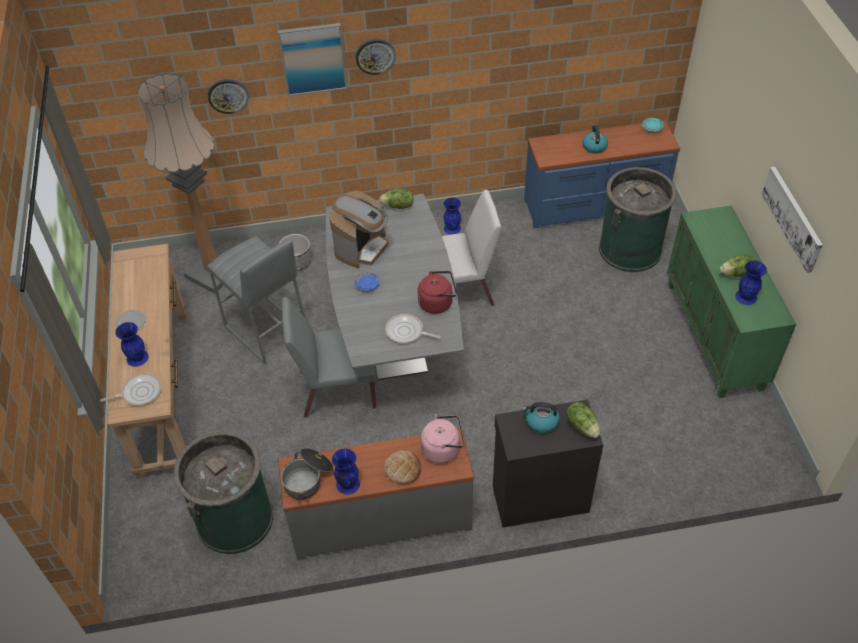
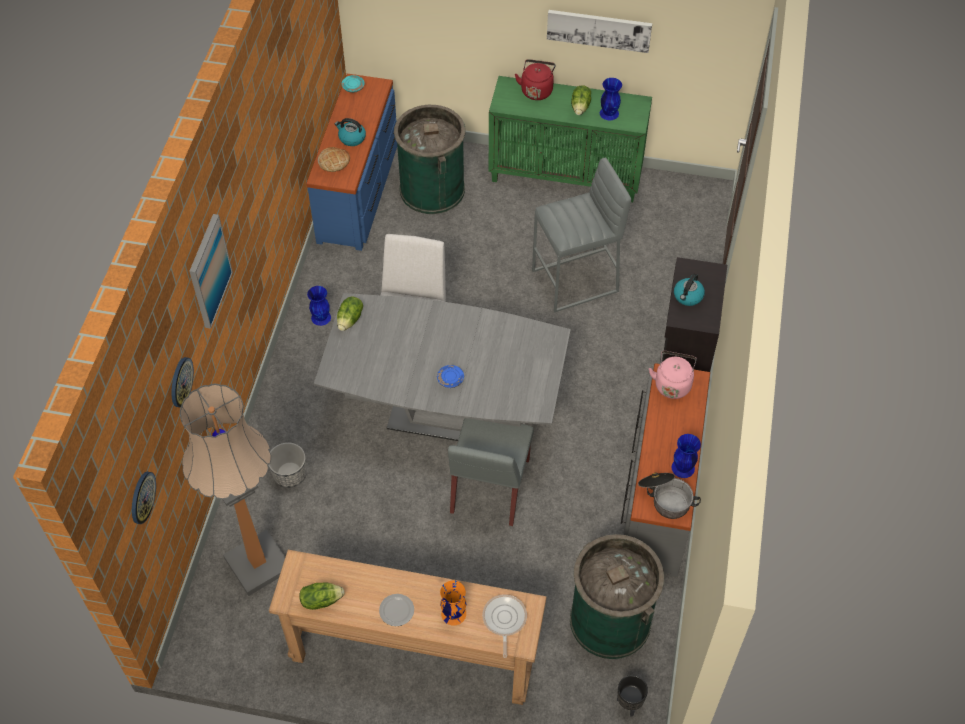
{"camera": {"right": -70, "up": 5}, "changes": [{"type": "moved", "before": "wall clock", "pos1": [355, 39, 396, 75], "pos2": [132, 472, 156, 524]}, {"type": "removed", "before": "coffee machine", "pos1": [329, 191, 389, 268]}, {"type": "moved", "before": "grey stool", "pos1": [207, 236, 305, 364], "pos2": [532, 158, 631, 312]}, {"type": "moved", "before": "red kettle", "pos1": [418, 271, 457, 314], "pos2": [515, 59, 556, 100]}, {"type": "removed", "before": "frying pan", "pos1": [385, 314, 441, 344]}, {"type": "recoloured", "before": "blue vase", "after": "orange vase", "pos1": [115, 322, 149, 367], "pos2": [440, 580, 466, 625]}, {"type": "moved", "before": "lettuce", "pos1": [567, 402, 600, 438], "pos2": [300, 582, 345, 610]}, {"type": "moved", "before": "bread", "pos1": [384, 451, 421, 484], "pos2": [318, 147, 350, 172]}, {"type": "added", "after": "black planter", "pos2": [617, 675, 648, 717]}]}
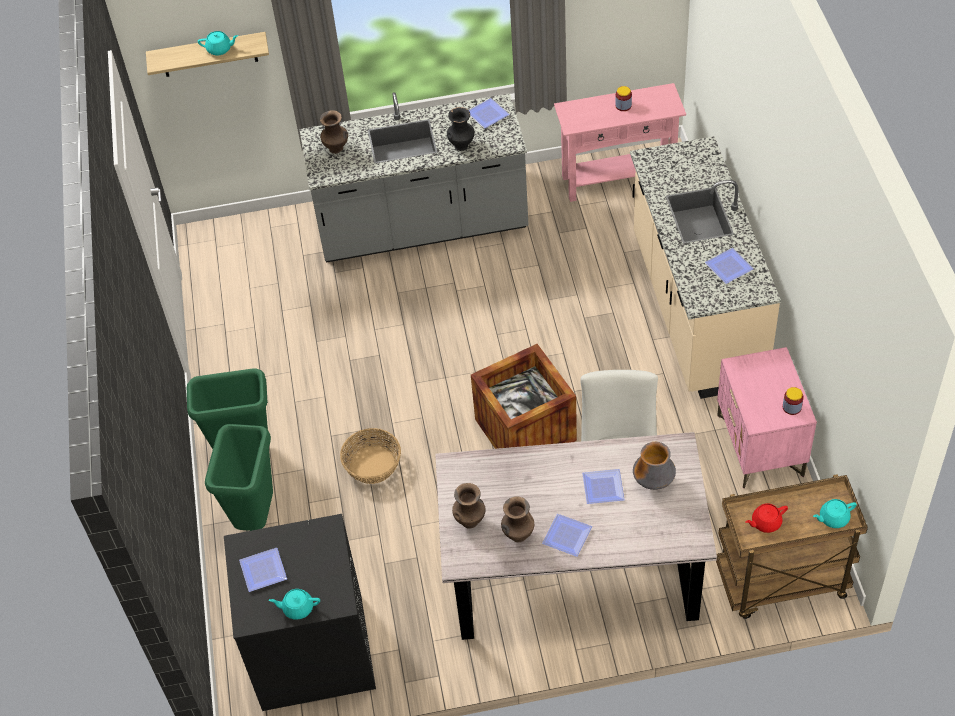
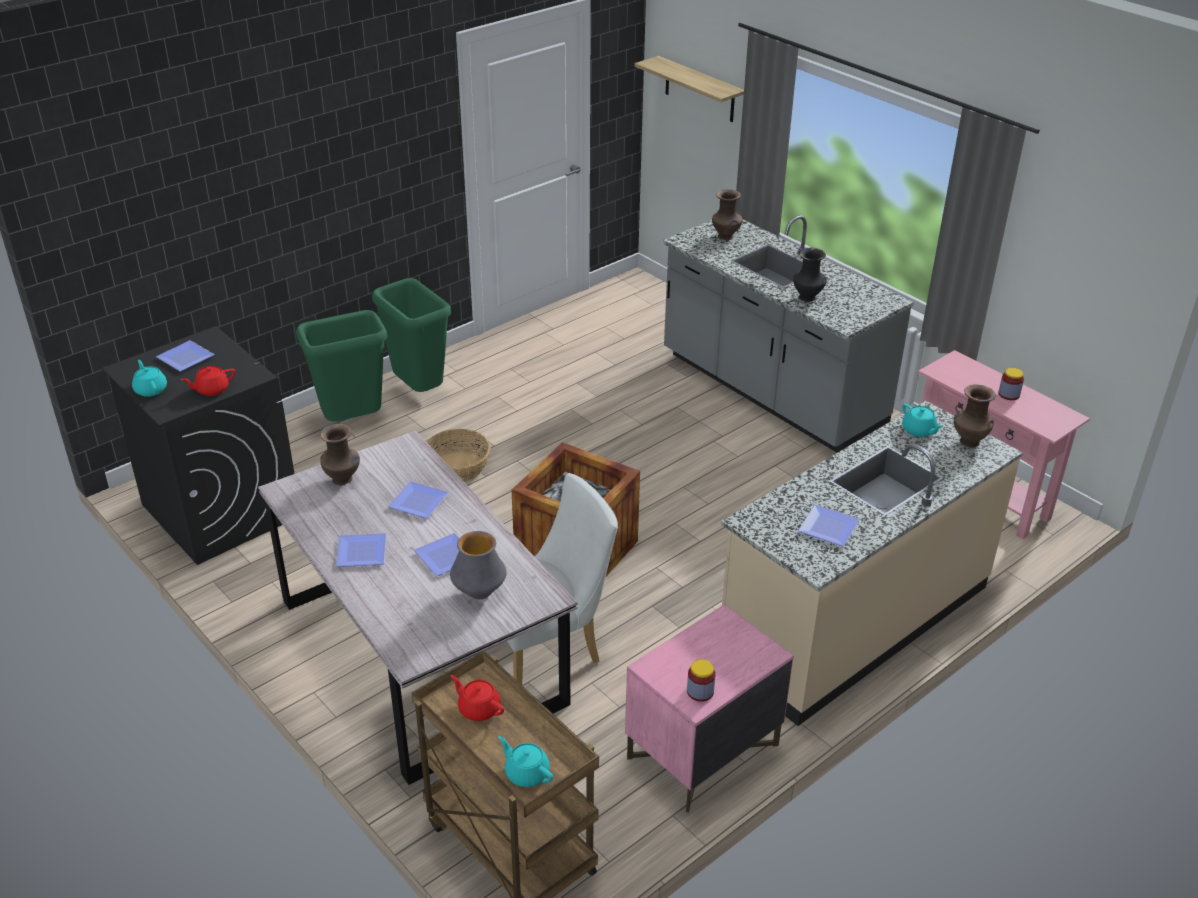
{"camera": {"right": 55, "up": -15}, "changes": [{"type": "moved", "before": "turquoise teapot", "pos1": [198, 31, 238, 55], "pos2": [902, 404, 943, 437]}, {"type": "moved", "before": "plate", "pos1": [469, 98, 510, 128], "pos2": [388, 481, 449, 519]}, {"type": "moved", "before": "brown vase", "pos1": [501, 496, 534, 542], "pos2": [954, 385, 996, 447]}, {"type": "added", "after": "red teapot", "pos2": [181, 366, 235, 396]}]}
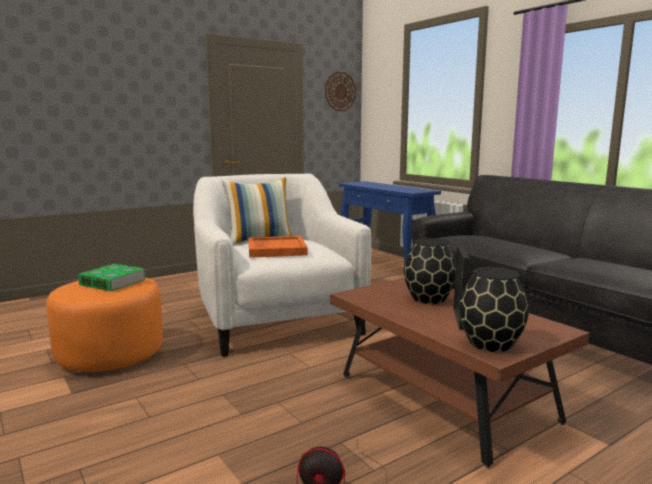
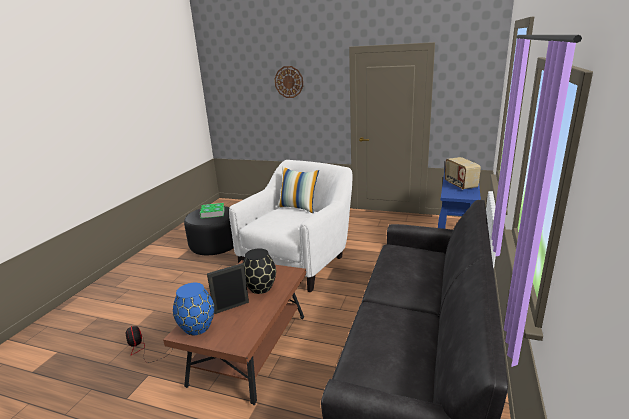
{"camera": {"right": 55, "up": 10}, "changes": [{"type": "moved", "before": "wall clock", "pos1": [325, 72, 356, 111], "pos2": [274, 66, 303, 98]}, {"type": "removed", "before": "orange tray", "pos1": [248, 236, 308, 258]}, {"type": "recoloured", "before": "black vase", "after": "blue vase", "pos1": [459, 267, 529, 352], "pos2": [173, 283, 215, 335]}, {"type": "recoloured", "before": "orange ottoman", "after": "black ottoman", "pos1": [46, 278, 163, 372], "pos2": [184, 206, 234, 255]}, {"type": "added", "after": "radio", "pos2": [445, 157, 481, 190]}]}
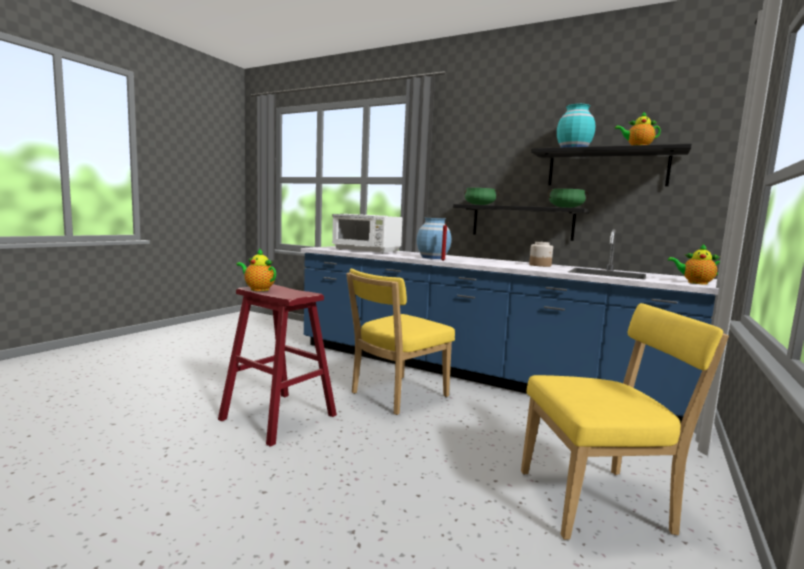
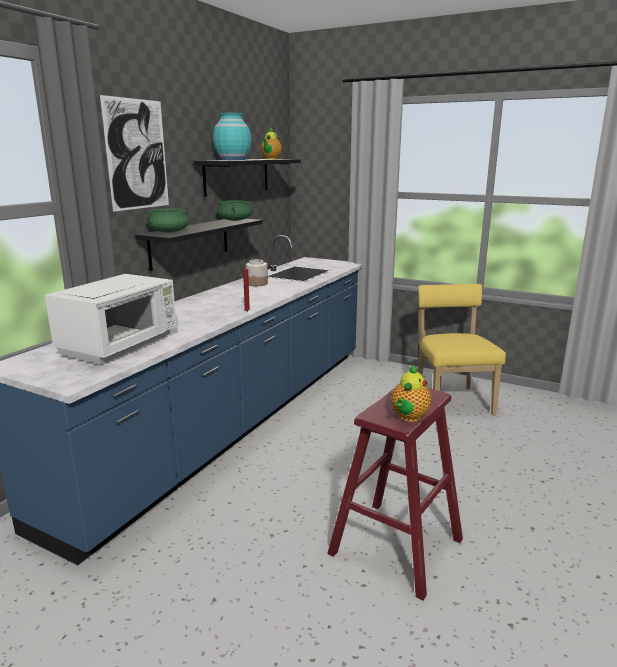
{"camera": {"right": -90, "up": 10}, "changes": [{"type": "removed", "before": "blue vase", "pos1": [417, 218, 451, 259]}, {"type": "removed", "before": "teapot", "pos1": [668, 243, 721, 285]}, {"type": "removed", "before": "yellow chair", "pos1": [346, 269, 455, 415]}, {"type": "added", "after": "picture", "pos2": [100, 95, 169, 212]}]}
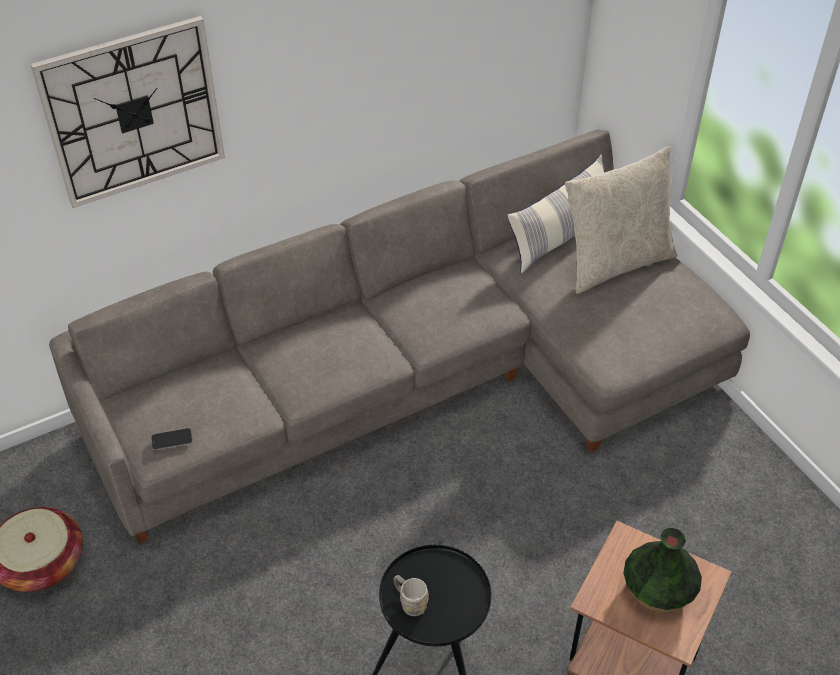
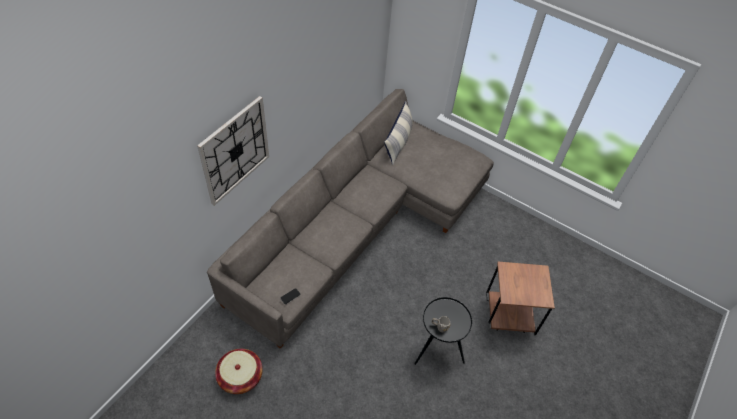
{"camera": {"right": -30, "up": 5}, "changes": [{"type": "removed", "before": "beige pillow", "pos1": [565, 146, 677, 294]}, {"type": "removed", "before": "vase", "pos1": [623, 528, 702, 613]}]}
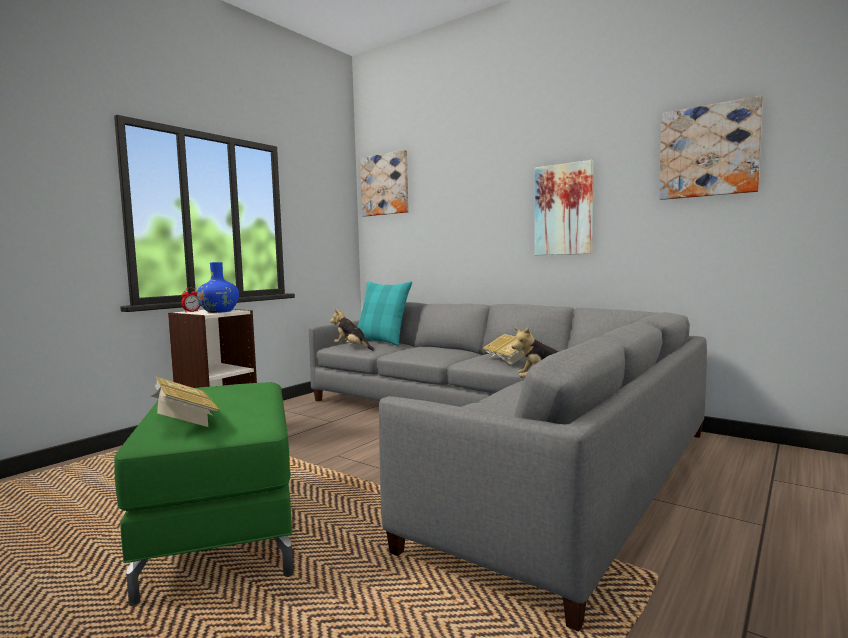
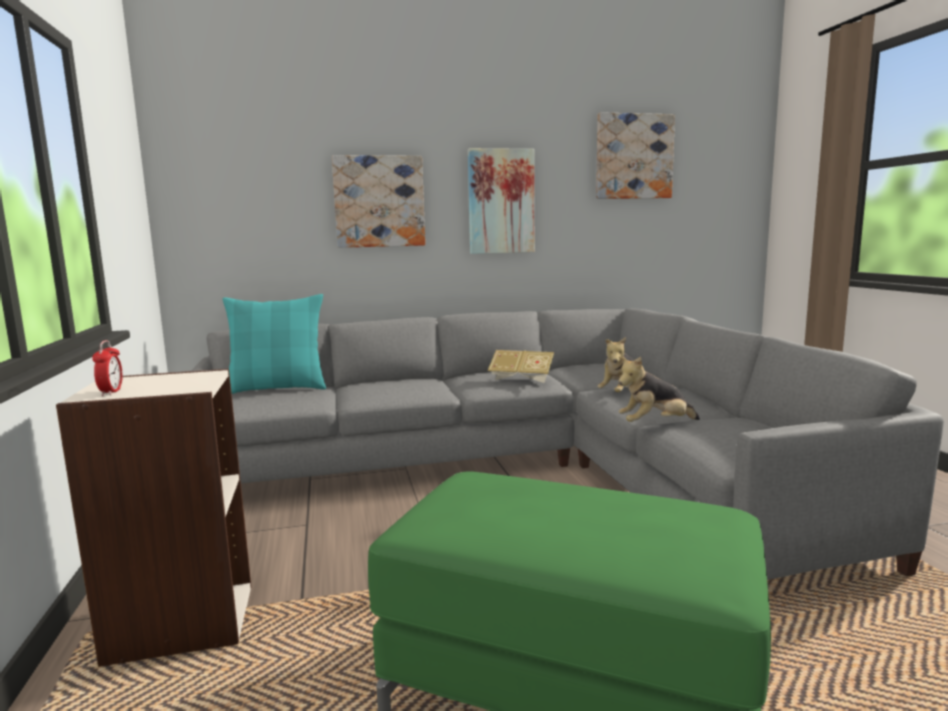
{"camera": {"right": -50, "up": 5}, "changes": [{"type": "moved", "before": "picture", "pos1": [360, 150, 409, 217], "pos2": [332, 155, 425, 248]}, {"type": "removed", "before": "blue vase", "pos1": [197, 262, 239, 313]}, {"type": "moved", "before": "plush toy", "pos1": [330, 309, 375, 350], "pos2": [618, 356, 700, 422]}, {"type": "removed", "before": "book", "pos1": [151, 377, 220, 427]}]}
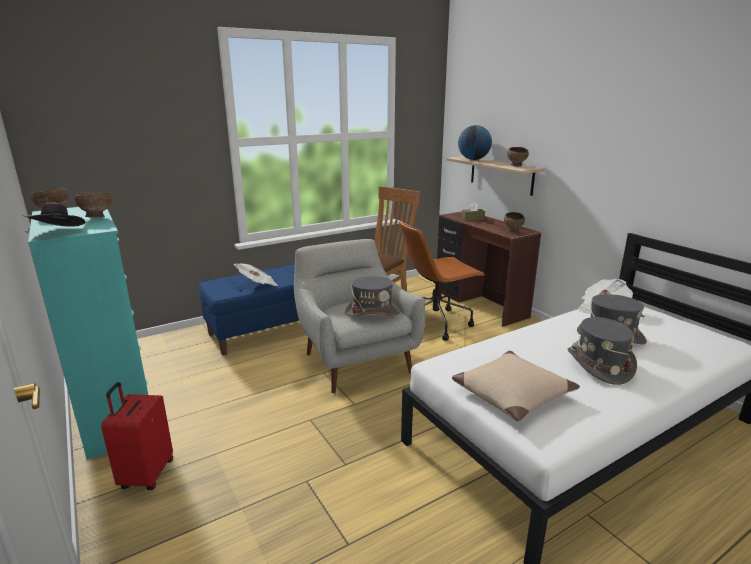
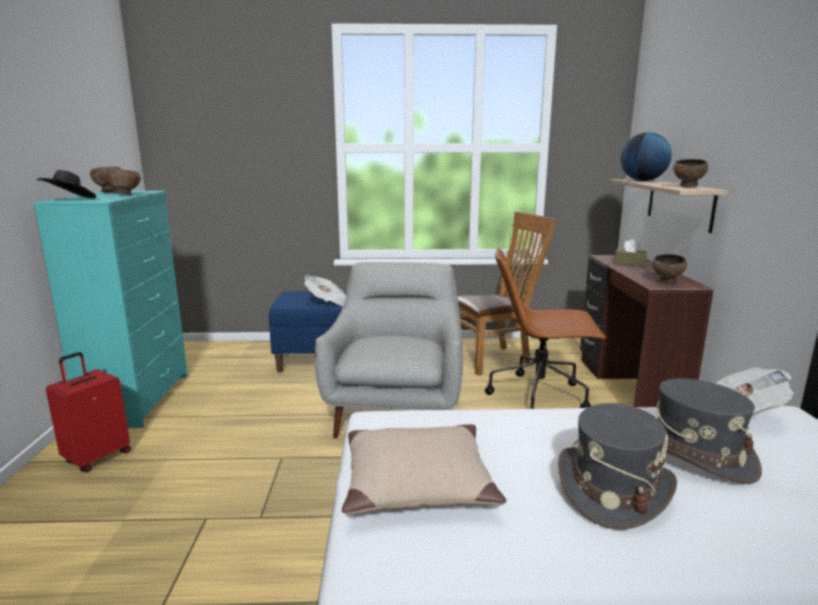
{"camera": {"right": 30, "up": -5}, "changes": [{"type": "removed", "before": "grey hat", "pos1": [345, 276, 400, 316]}]}
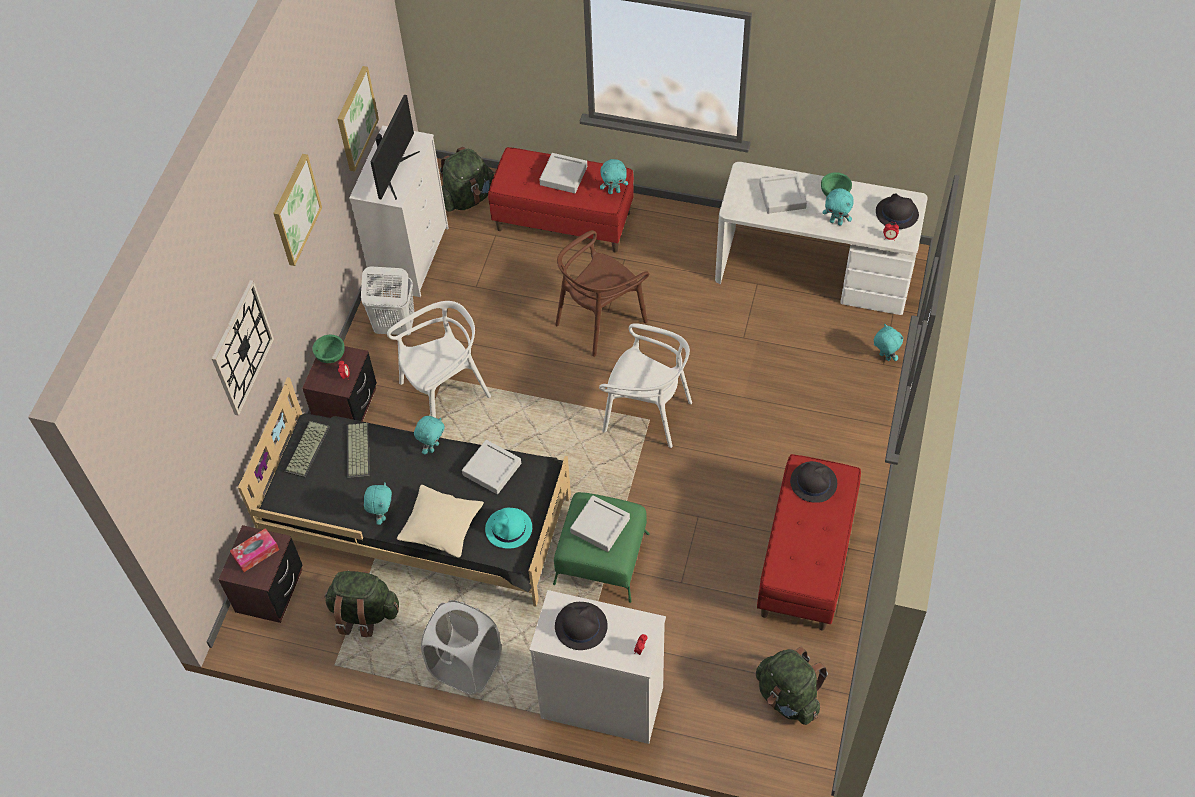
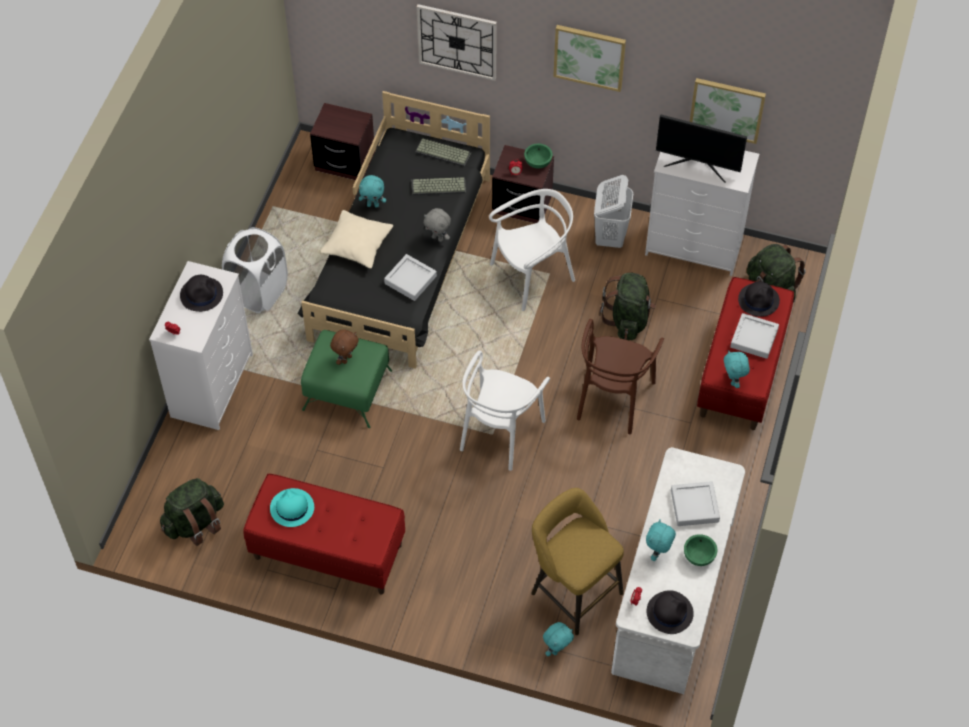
{"camera": {"right": 90, "up": 0}, "changes": [{"type": "turned", "before": "brown chair", "pos1": [555, 230, 649, 357], "pos2": [577, 319, 664, 434], "turn": -120}, {"type": "turned", "before": "white chair", "pos1": [387, 301, 491, 418], "pos2": [489, 189, 575, 311], "turn": -90}, {"type": "recoloured", "before": "turquoise plush toy", "after": "grey plush toy", "pos1": [414, 416, 445, 455], "pos2": [424, 208, 451, 242]}, {"type": "moved", "before": "black hat", "pos1": [790, 461, 837, 503], "pos2": [738, 281, 780, 317]}, {"type": "replaced", "before": "grey tray", "after": "brown plush toy", "pos1": [570, 495, 630, 552], "pos2": [330, 329, 359, 365]}, {"type": "moved", "before": "turquoise hat", "pos1": [485, 508, 532, 548], "pos2": [270, 488, 314, 527]}, {"type": "removed", "before": "tissue box", "pos1": [230, 528, 279, 572]}, {"type": "moved", "before": "green backpack", "pos1": [324, 571, 399, 637], "pos2": [599, 273, 656, 340]}, {"type": "added", "after": "yellow stool", "pos2": [532, 488, 624, 635]}]}
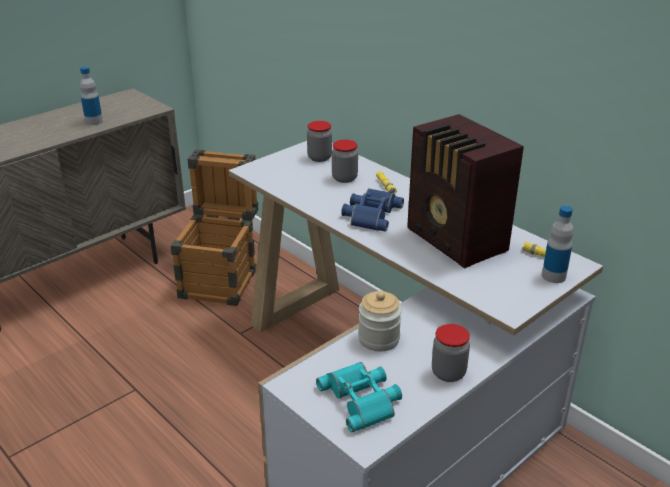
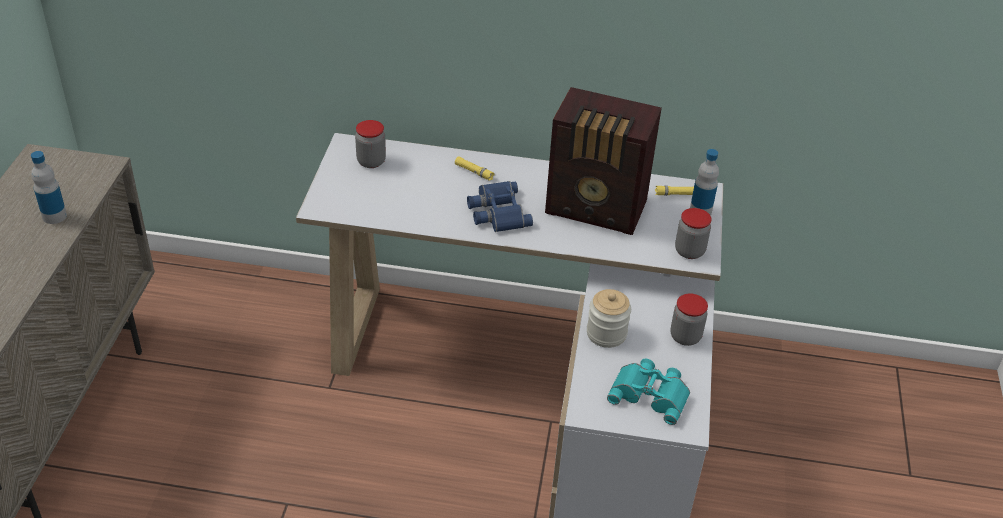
{"camera": {"right": -40, "up": 10}, "changes": [{"type": "moved", "before": "jar", "pos1": [332, 140, 358, 183], "pos2": [675, 208, 712, 259]}, {"type": "removed", "before": "crate", "pos1": [171, 149, 258, 306]}]}
